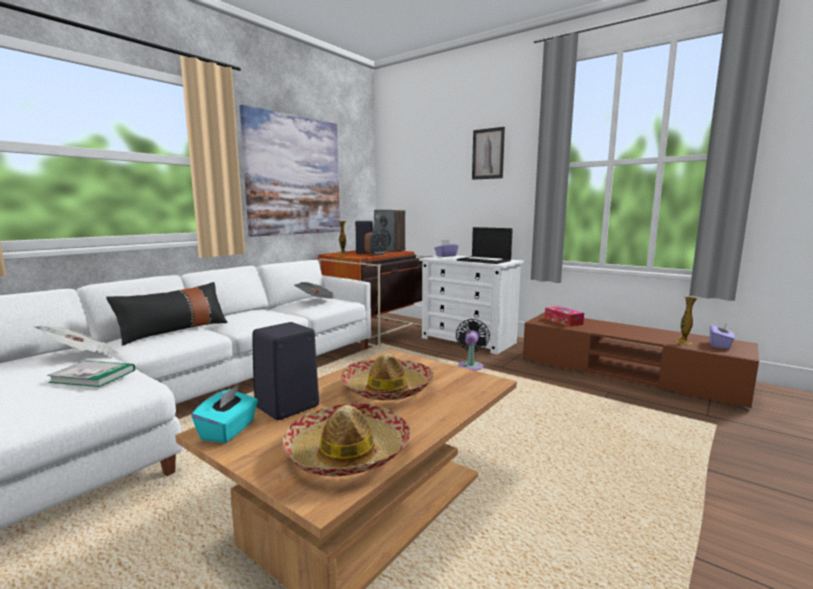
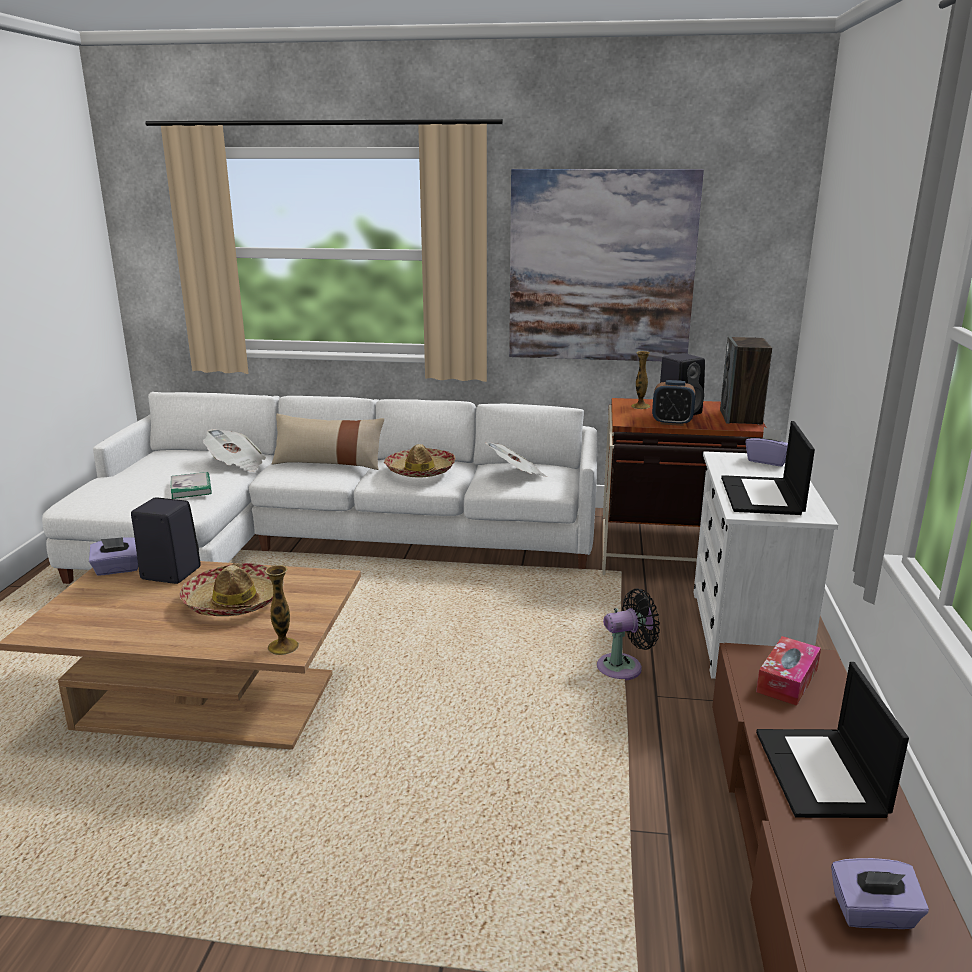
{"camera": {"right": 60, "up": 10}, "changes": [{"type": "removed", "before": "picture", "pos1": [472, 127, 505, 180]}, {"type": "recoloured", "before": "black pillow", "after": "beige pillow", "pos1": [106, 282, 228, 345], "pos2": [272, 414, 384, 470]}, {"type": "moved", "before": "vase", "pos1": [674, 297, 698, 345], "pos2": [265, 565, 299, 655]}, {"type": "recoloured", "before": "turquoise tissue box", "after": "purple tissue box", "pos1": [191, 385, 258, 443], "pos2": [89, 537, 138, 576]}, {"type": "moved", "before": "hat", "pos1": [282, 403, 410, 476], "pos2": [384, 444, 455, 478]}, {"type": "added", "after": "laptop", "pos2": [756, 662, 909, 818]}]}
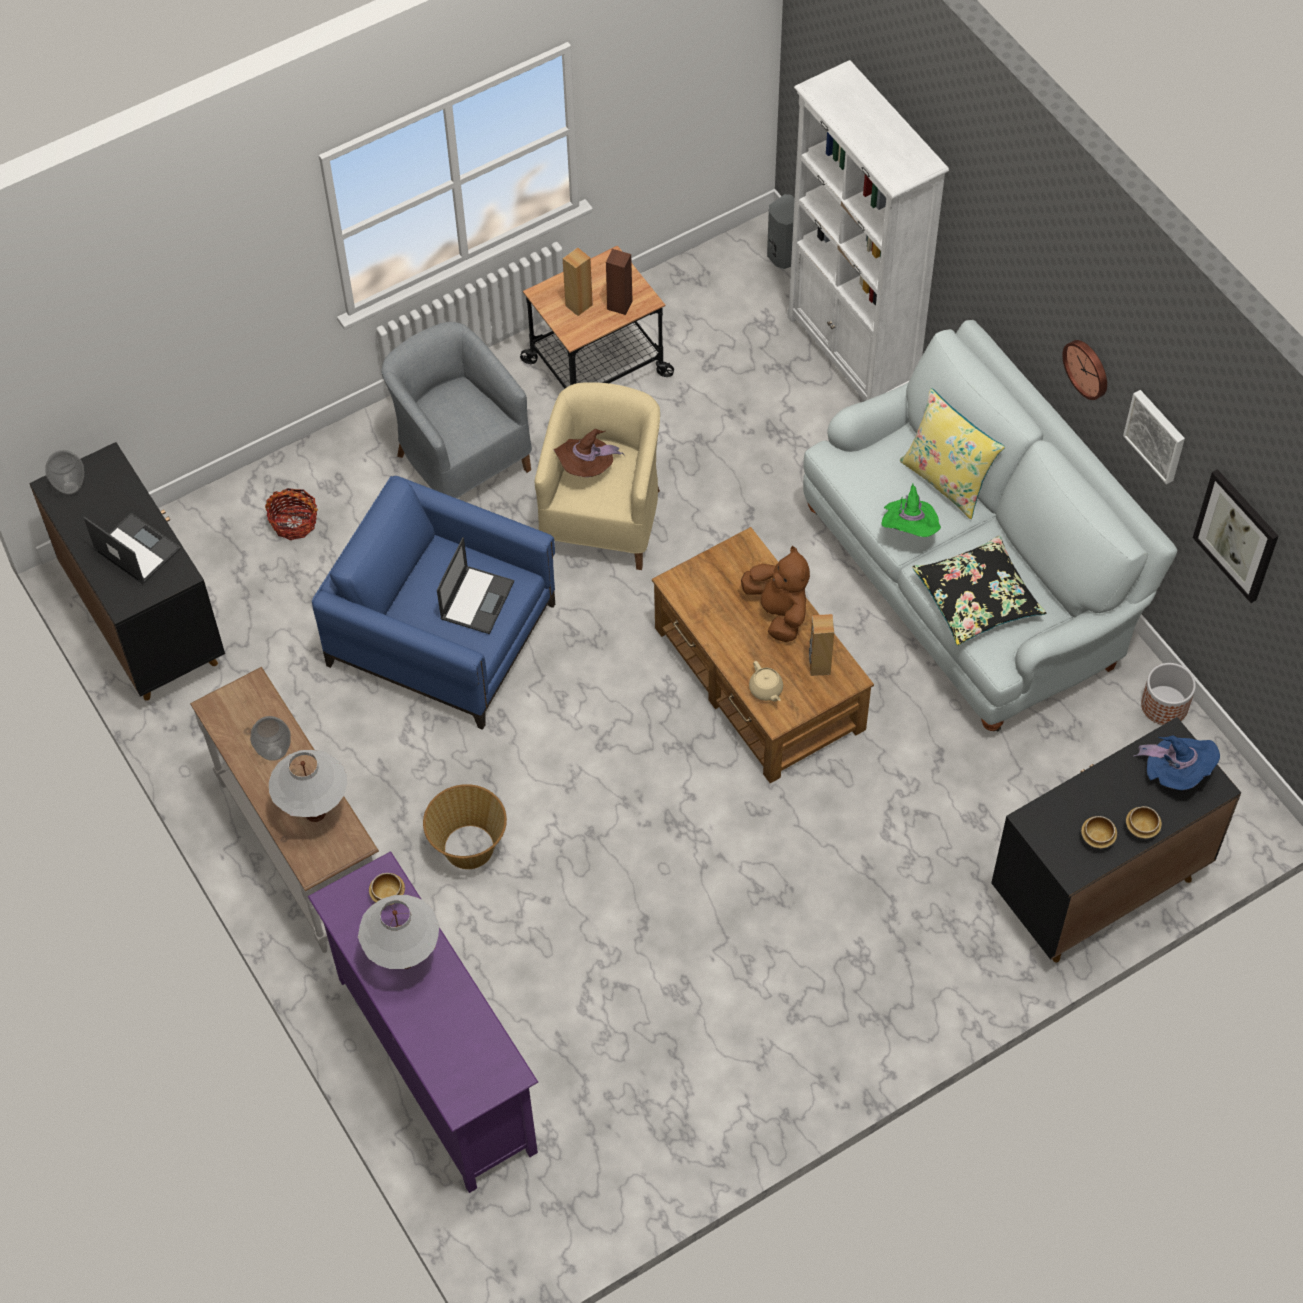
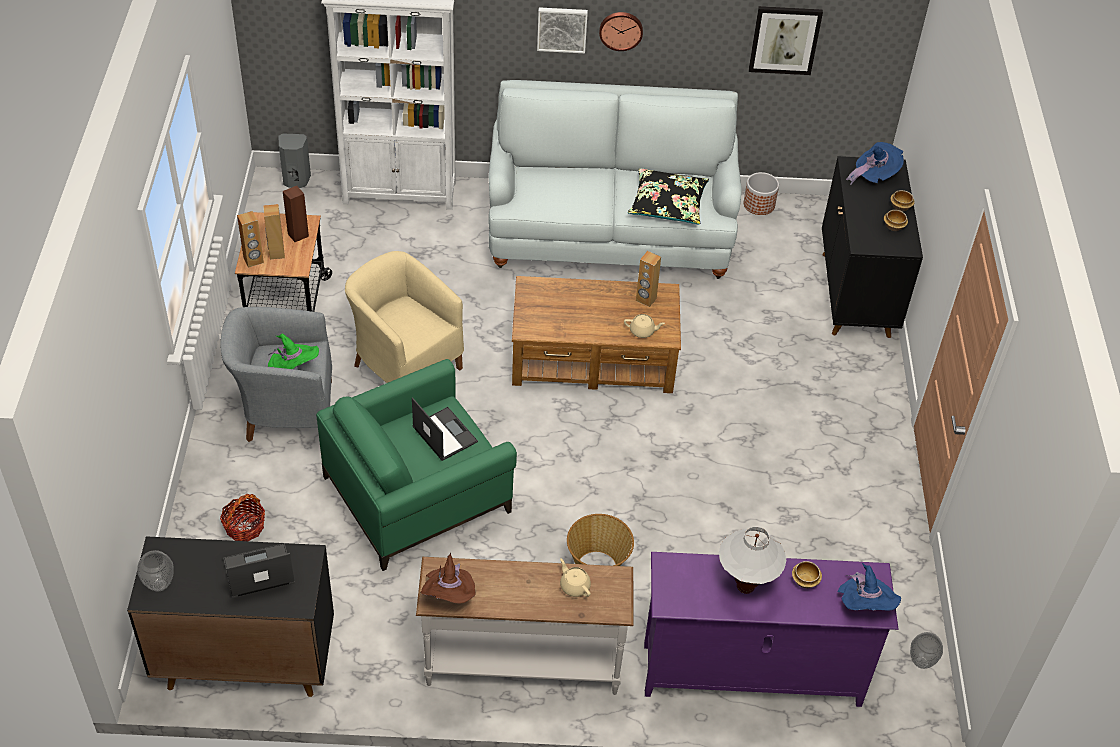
{"camera": {"right": -60, "up": -10}, "changes": [{"type": "removed", "before": "yellow pillow", "pos1": [900, 388, 1005, 519]}, {"type": "moved", "before": "picture", "pos1": [1123, 390, 1185, 484], "pos2": [537, 7, 588, 53]}, {"type": "moved", "before": "brown hat", "pos1": [553, 429, 625, 477], "pos2": [421, 553, 476, 604]}, {"type": "recoloured", "before": "blue armchair", "after": "green armchair", "pos1": [312, 476, 555, 730], "pos2": [316, 359, 517, 571]}, {"type": "moved", "before": "green hat", "pos1": [881, 484, 941, 537], "pos2": [268, 334, 319, 369]}, {"type": "removed", "before": "brown plush toy", "pos1": [741, 546, 810, 642]}, {"type": "moved", "before": "vase", "pos1": [250, 716, 291, 761], "pos2": [910, 632, 943, 669]}, {"type": "replaced", "before": "white table lamp", "after": "beige teapot", "pos1": [269, 750, 347, 822], "pos2": [560, 558, 591, 597]}, {"type": "moved", "before": "bowl", "pos1": [369, 873, 405, 906], "pos2": [792, 561, 822, 588]}, {"type": "added", "after": "brown speaker", "pos2": [237, 211, 264, 268]}, {"type": "added", "after": "blue hat", "pos2": [838, 563, 901, 611]}]}
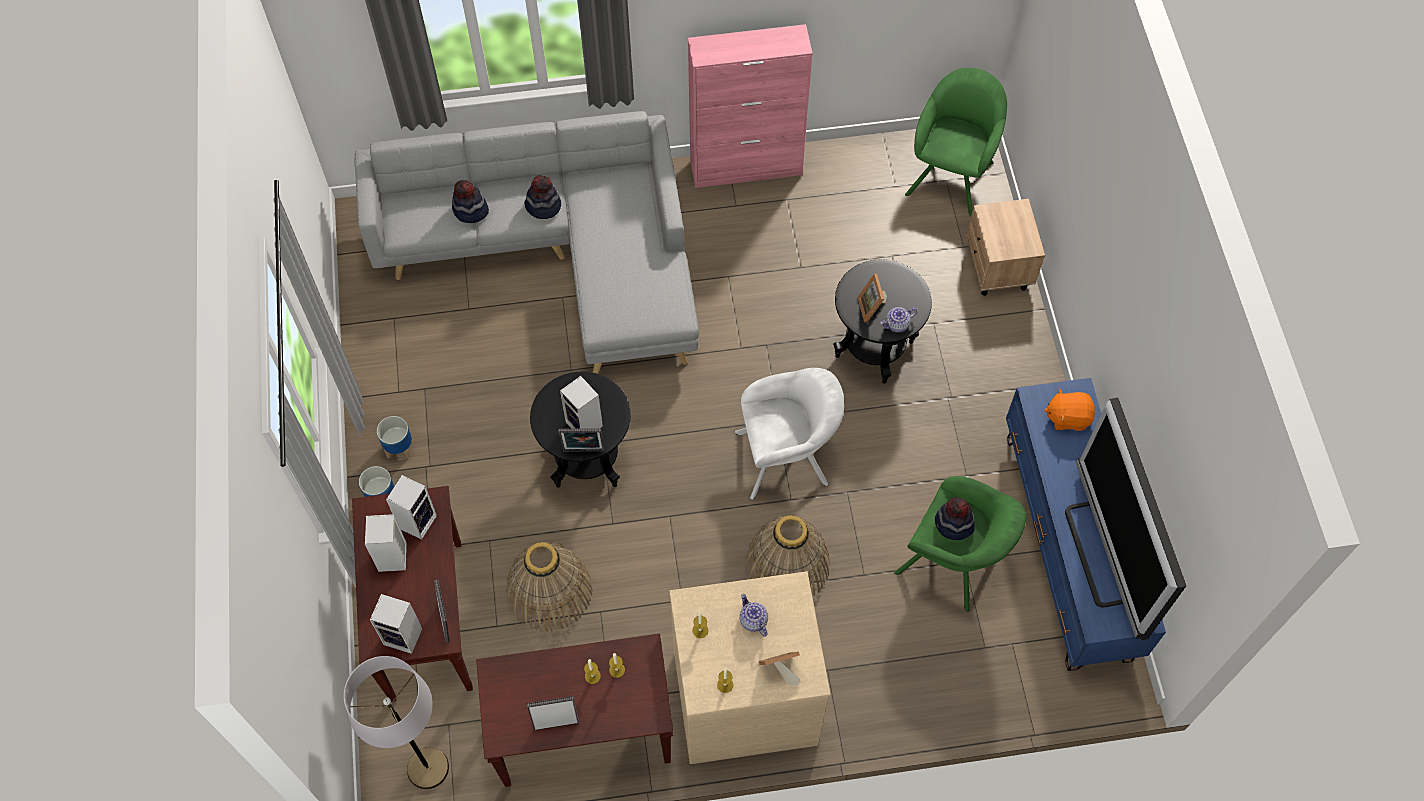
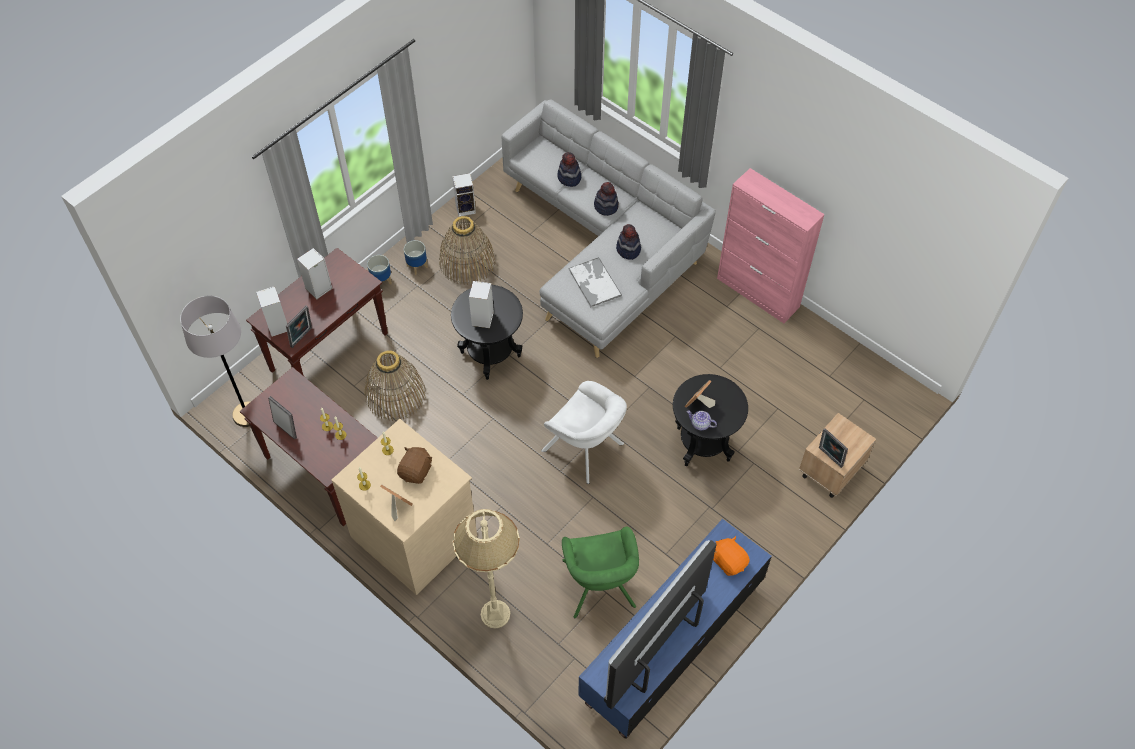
{"camera": {"right": 50, "up": -5}, "changes": [{"type": "removed", "before": "green armchair", "pos1": [905, 68, 1007, 217]}, {"type": "moved", "before": "picture frame", "pos1": [559, 428, 604, 452], "pos2": [819, 428, 848, 468]}, {"type": "moved", "before": "speaker", "pos1": [386, 475, 437, 540], "pos2": [452, 173, 476, 217]}, {"type": "moved", "before": "hat", "pos1": [935, 497, 975, 540], "pos2": [616, 224, 641, 260]}, {"type": "moved", "before": "basket", "pos1": [746, 515, 830, 596], "pos2": [439, 216, 495, 285]}, {"type": "replaced", "before": "teapot", "after": "brown plush toy", "pos1": [740, 594, 768, 637], "pos2": [397, 447, 432, 484]}, {"type": "added", "after": "tray", "pos2": [569, 257, 622, 307]}, {"type": "added", "after": "beige floor lamp", "pos2": [452, 509, 520, 628]}]}
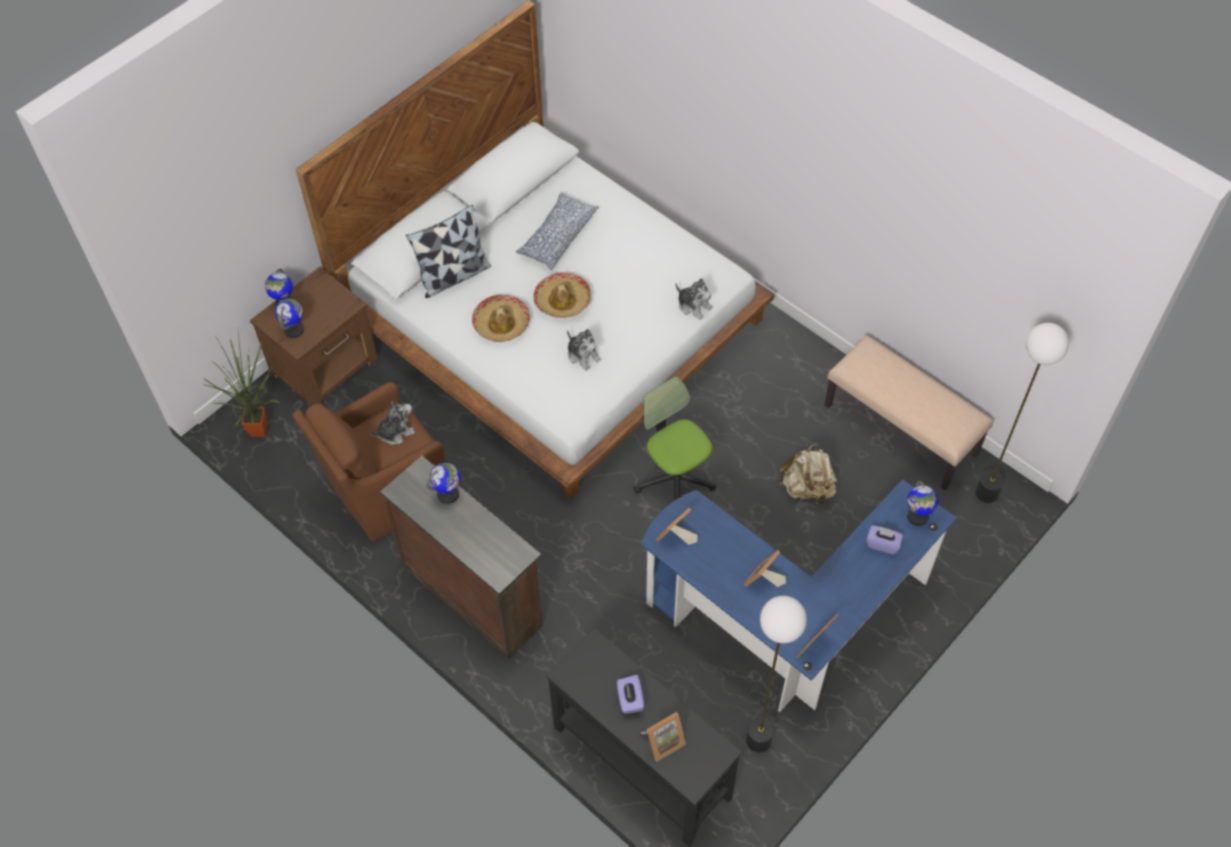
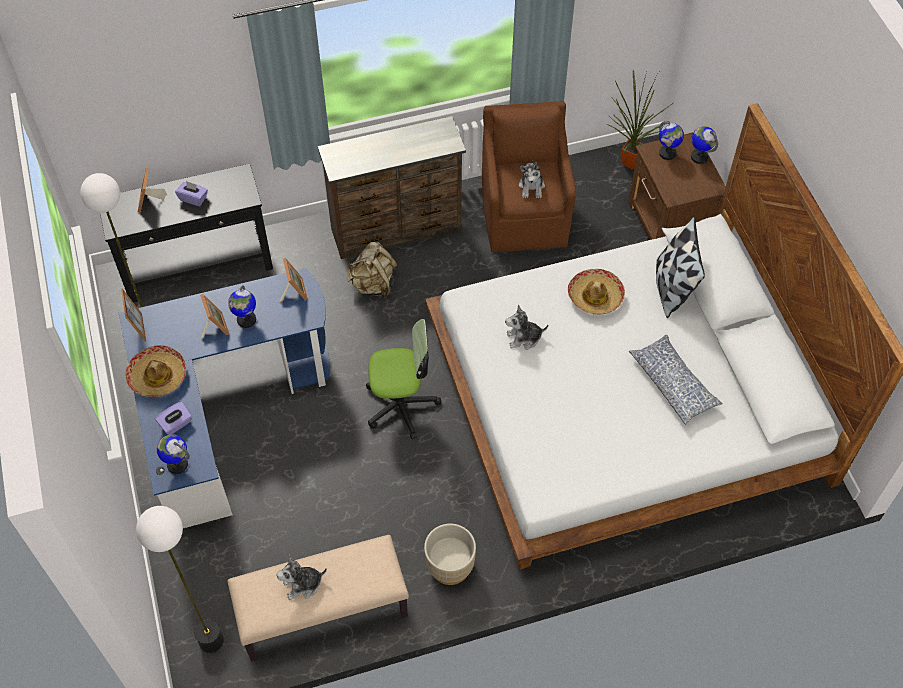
{"camera": {"right": 120, "up": 0}, "changes": [{"type": "moved", "before": "hat", "pos1": [533, 272, 591, 318], "pos2": [125, 345, 186, 397]}, {"type": "moved", "before": "plush toy", "pos1": [676, 278, 712, 320], "pos2": [276, 555, 327, 600]}, {"type": "moved", "before": "beige backpack", "pos1": [778, 444, 838, 507], "pos2": [347, 242, 397, 298]}, {"type": "moved", "before": "globe", "pos1": [426, 463, 461, 504], "pos2": [228, 285, 256, 328]}, {"type": "added", "after": "beige planter", "pos2": [424, 524, 476, 585]}]}
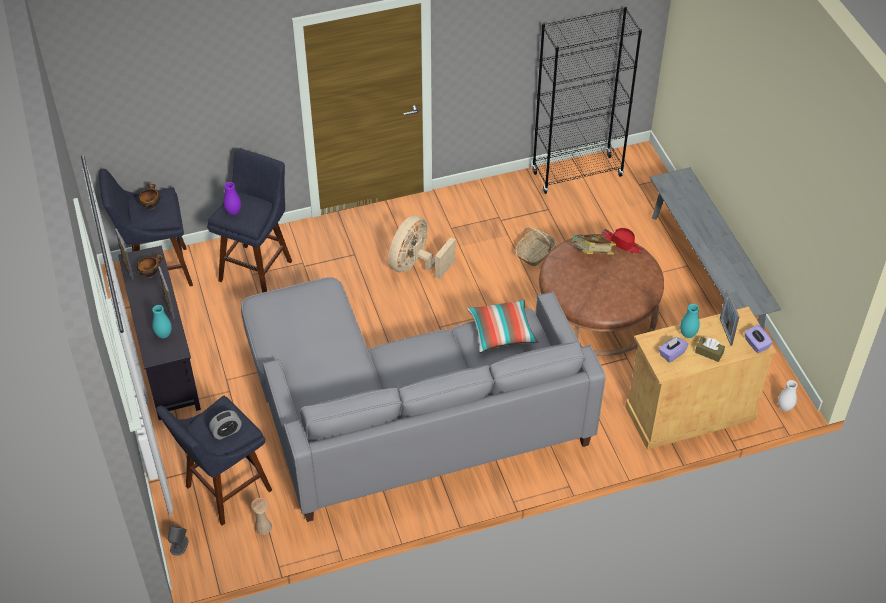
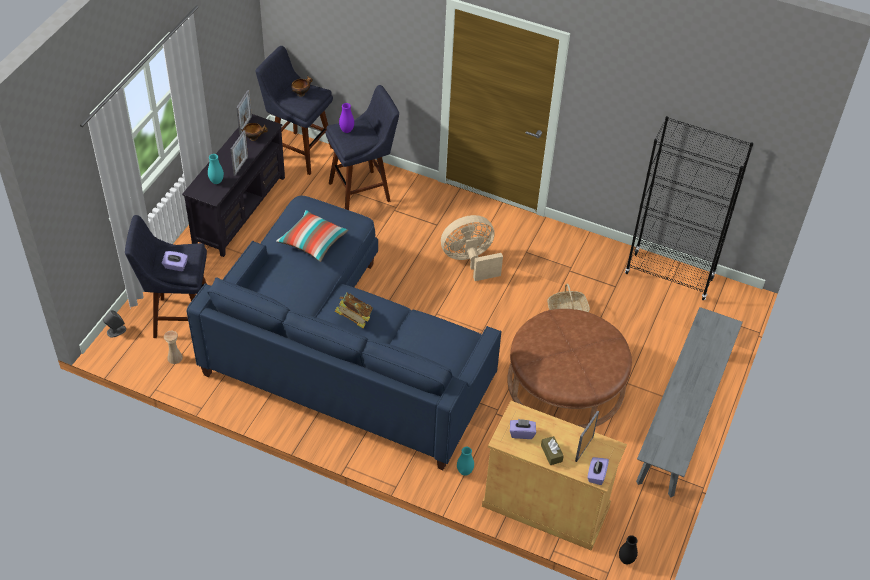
{"camera": {"right": 40, "up": 0}, "changes": [{"type": "removed", "before": "red hat", "pos1": [602, 228, 644, 253]}, {"type": "moved", "before": "book", "pos1": [571, 234, 616, 255], "pos2": [335, 293, 373, 329]}, {"type": "recoloured", "before": "grey sofa", "after": "blue sofa", "pos1": [241, 277, 606, 522], "pos2": [187, 196, 501, 470]}, {"type": "moved", "before": "pillow", "pos1": [467, 300, 538, 352], "pos2": [276, 210, 348, 262]}, {"type": "moved", "before": "turquoise vase", "pos1": [680, 304, 700, 338], "pos2": [457, 447, 474, 476]}, {"type": "recoloured", "before": "white vase", "after": "black vase", "pos1": [778, 380, 798, 411], "pos2": [619, 535, 638, 565]}, {"type": "replaced", "before": "alarm clock", "after": "purple tissue box", "pos1": [209, 410, 242, 440], "pos2": [162, 251, 188, 271]}]}
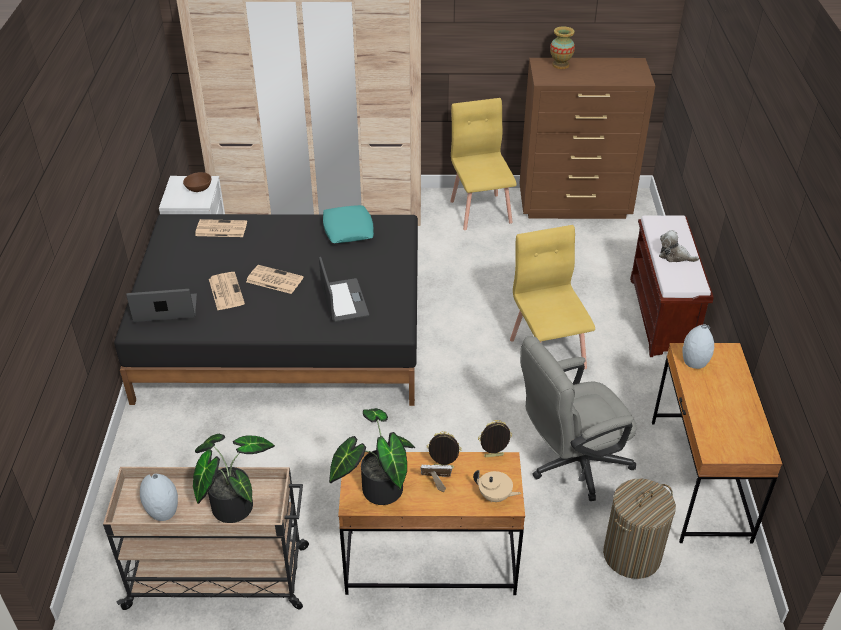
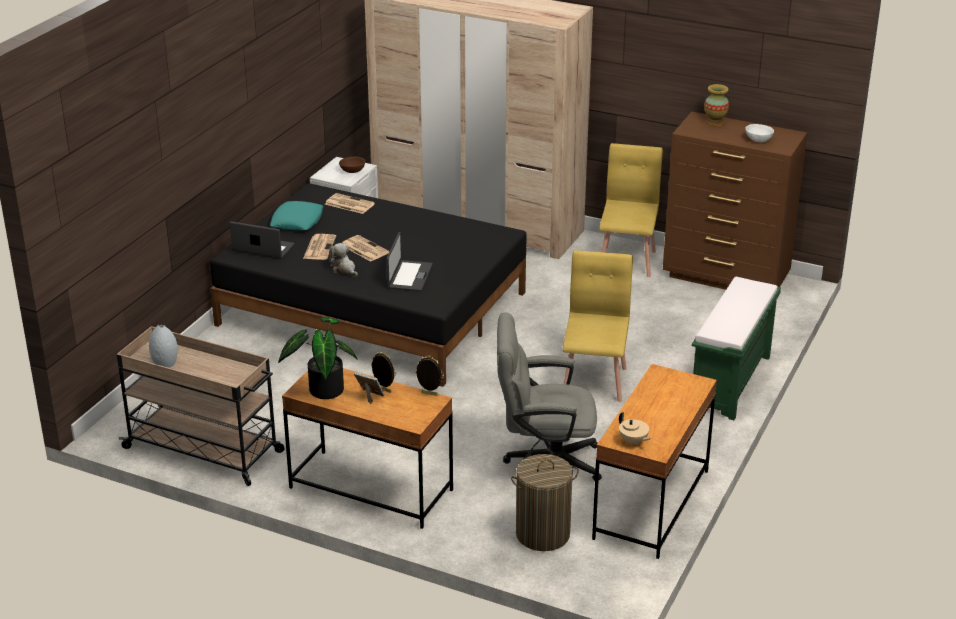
{"camera": {"right": 25, "up": -10}, "changes": [{"type": "moved", "before": "turquoise pillow", "pos1": [323, 205, 374, 243], "pos2": [270, 201, 323, 231]}, {"type": "recoloured", "before": "brown bench", "after": "green bench", "pos1": [630, 215, 714, 357], "pos2": [692, 277, 781, 420]}, {"type": "moved", "before": "plush toy", "pos1": [659, 230, 699, 262], "pos2": [329, 243, 358, 277]}, {"type": "removed", "before": "grey vase", "pos1": [682, 324, 714, 369]}, {"type": "removed", "before": "potted plant", "pos1": [193, 434, 275, 523]}, {"type": "moved", "before": "beige teapot", "pos1": [473, 470, 521, 503], "pos2": [619, 412, 651, 445]}, {"type": "added", "after": "white bowl", "pos2": [745, 124, 774, 142]}]}
